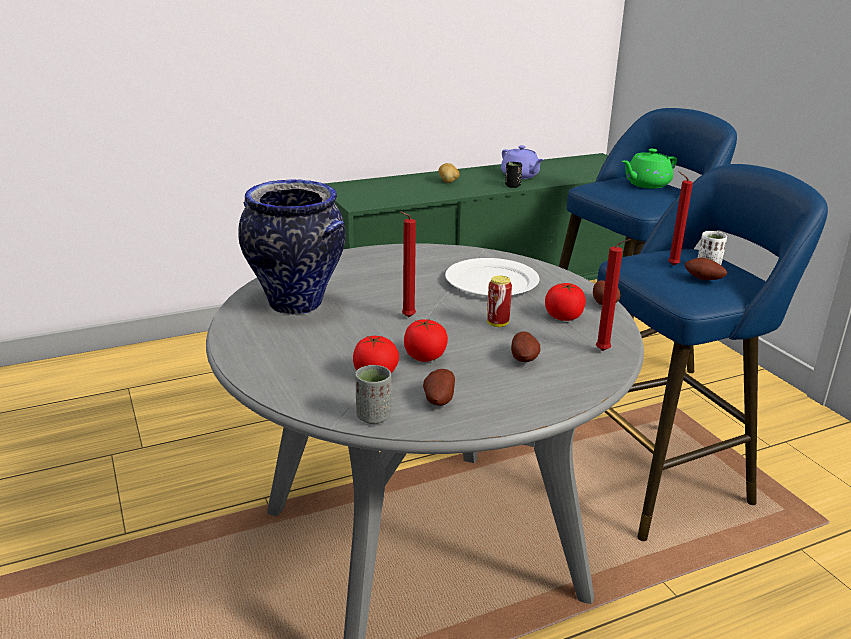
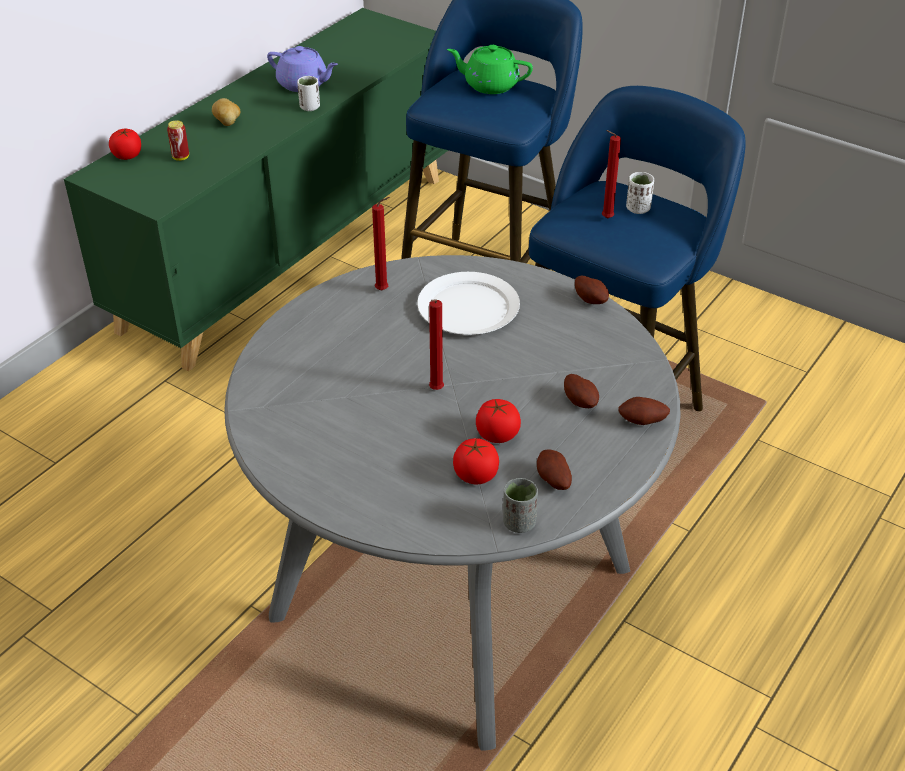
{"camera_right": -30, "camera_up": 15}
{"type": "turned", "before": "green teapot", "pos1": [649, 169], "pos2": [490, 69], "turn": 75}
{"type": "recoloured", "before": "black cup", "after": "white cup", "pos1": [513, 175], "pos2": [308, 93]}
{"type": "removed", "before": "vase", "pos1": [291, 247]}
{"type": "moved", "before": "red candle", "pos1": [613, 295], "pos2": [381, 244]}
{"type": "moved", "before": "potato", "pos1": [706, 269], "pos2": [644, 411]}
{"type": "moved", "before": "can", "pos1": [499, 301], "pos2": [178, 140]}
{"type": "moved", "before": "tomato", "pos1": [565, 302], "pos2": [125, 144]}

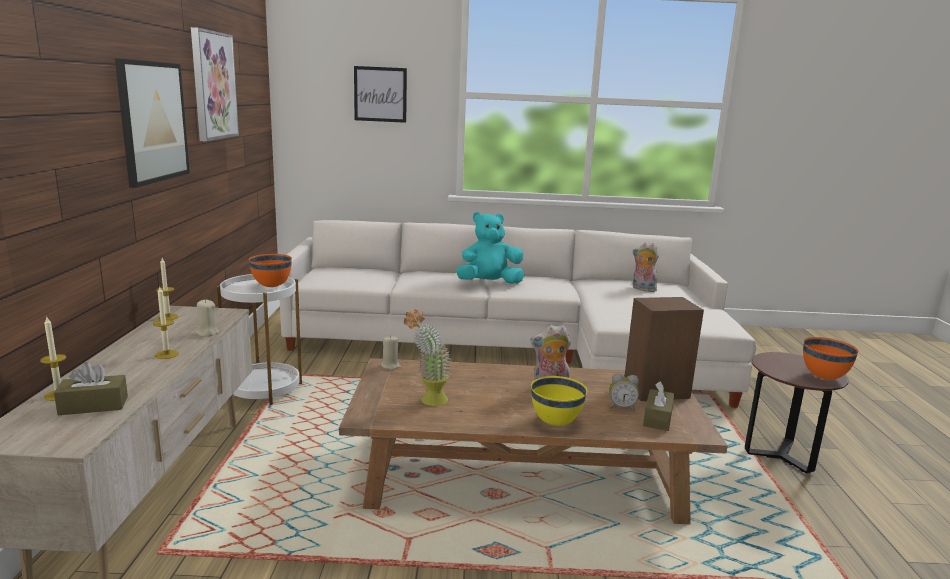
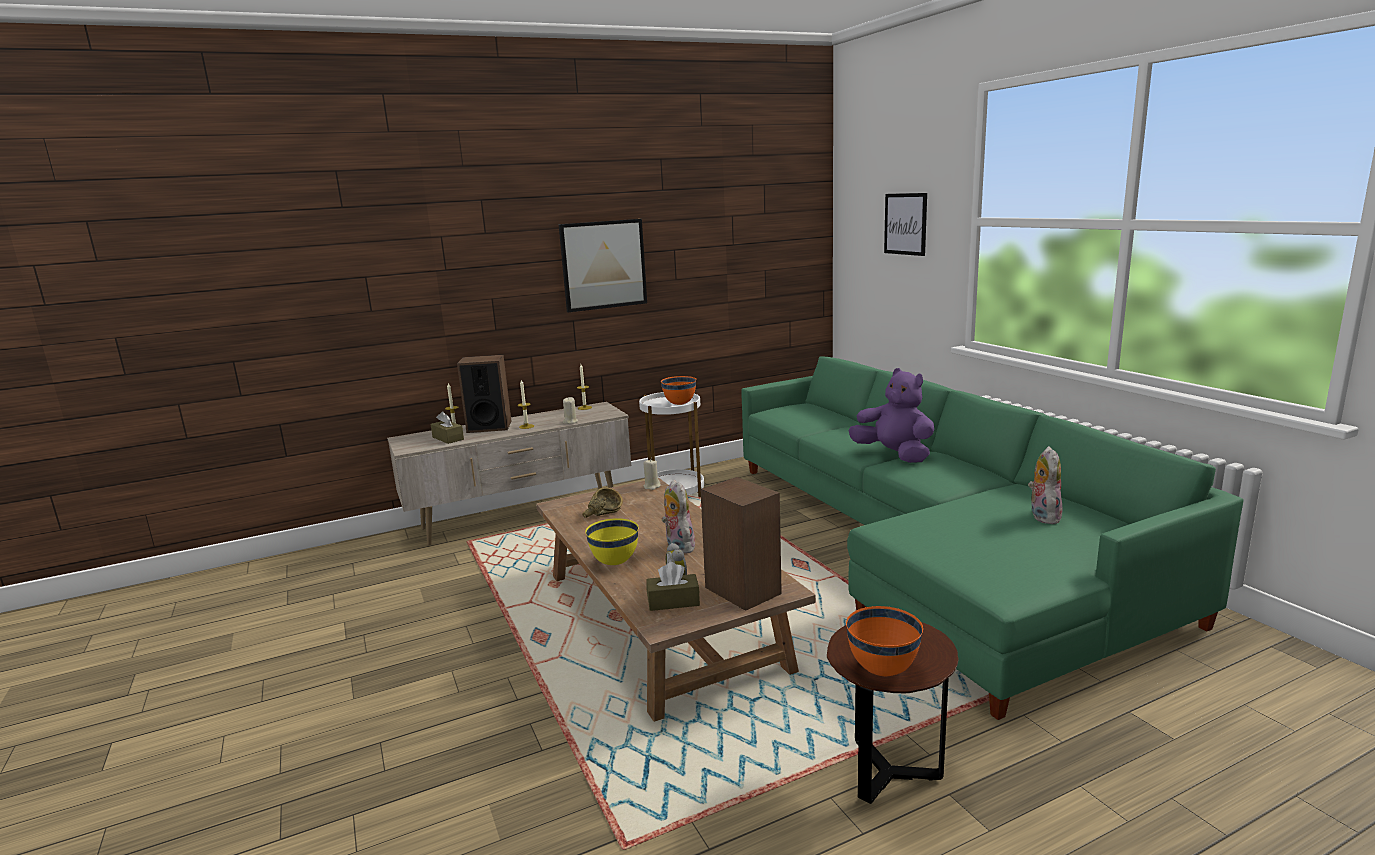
{"camera_right": 65, "camera_up": 0}
{"type": "removed", "before": "picture", "pos1": [215, 84]}
{"type": "recoloured", "before": "turquoise plush toy", "after": "purple plush toy", "pos1": [490, 248], "pos2": [891, 415]}
{"type": "recoloured", "before": "white sofa", "after": "green sofa", "pos1": [518, 314], "pos2": [992, 538]}
{"type": "replaced", "before": "potted plant", "after": "brown bowl", "pos1": [427, 357], "pos2": [602, 503]}
{"type": "added", "after": "speaker", "pos2": [484, 394]}

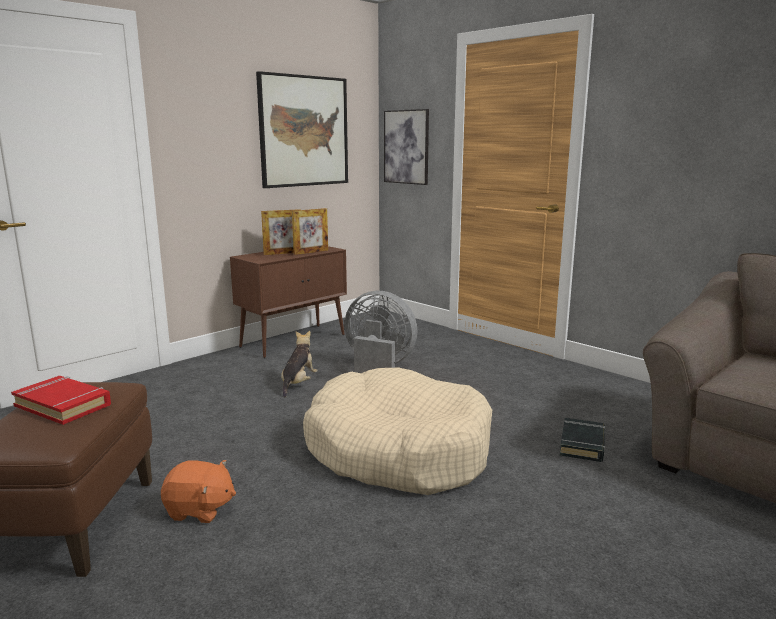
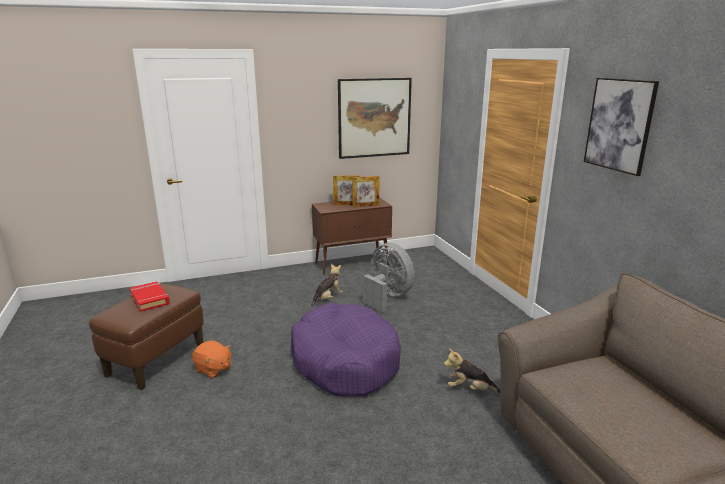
{"camera_right": 25, "camera_up": 5}
{"type": "moved", "before": "picture", "pos1": [406, 147], "pos2": [621, 127]}
{"type": "recoloured", "before": "beige dog bed", "after": "purple dog bed", "pos1": [397, 431], "pos2": [346, 349]}
{"type": "replaced", "before": "black book", "after": "plush toy", "pos1": [582, 440], "pos2": [472, 370]}

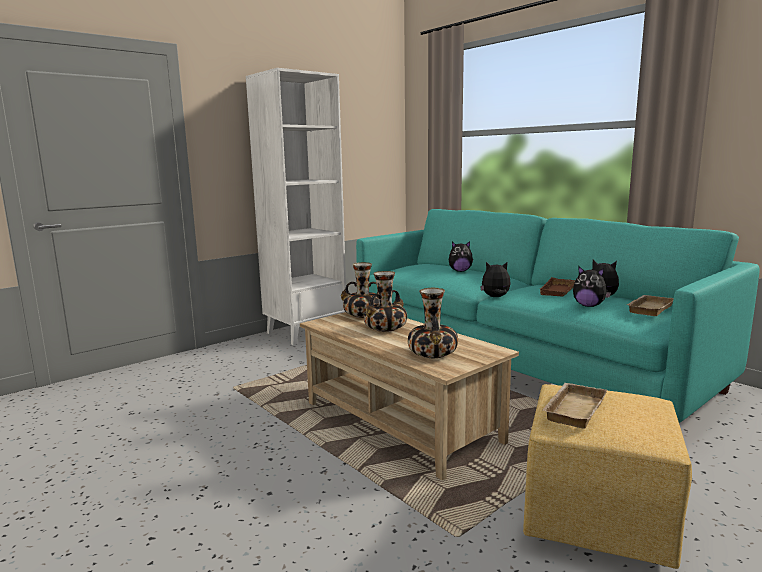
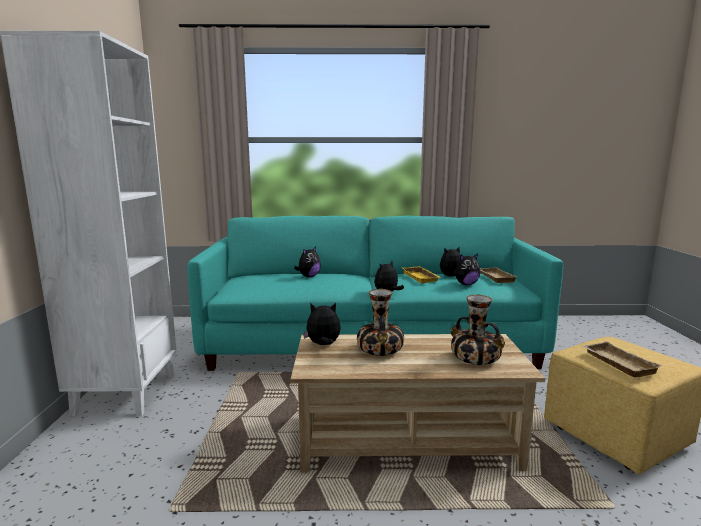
{"camera_right": -50, "camera_up": 0}
{"type": "replaced", "before": "vase", "after": "plush toy", "pos1": [360, 290], "pos2": [322, 324]}
{"type": "recoloured", "before": "brown tray", "after": "yellow tray", "pos1": [558, 287], "pos2": [421, 274]}

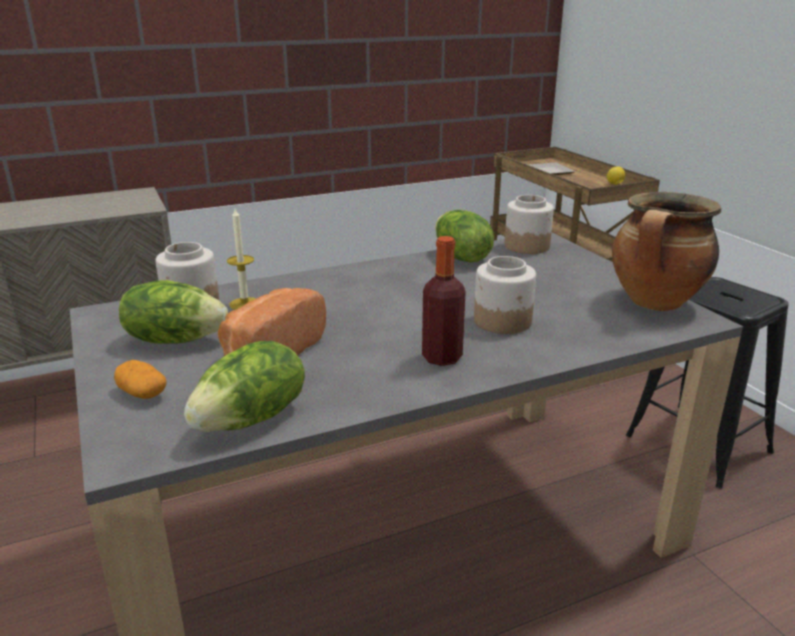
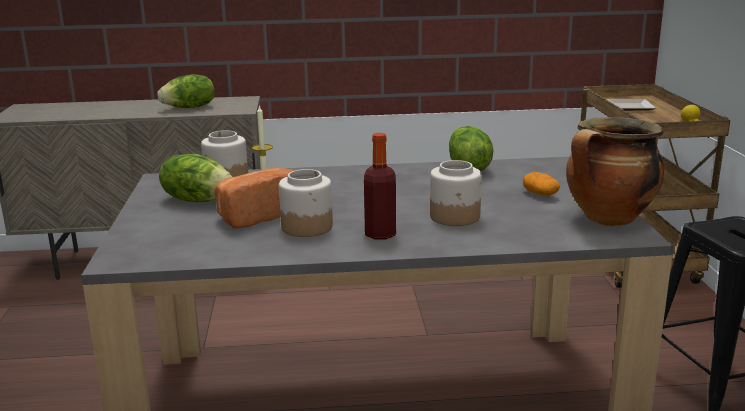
{"camera_right": 20, "camera_up": -5}
{"type": "moved", "before": "jar", "pos1": [529, 224], "pos2": [306, 203]}
{"type": "moved", "before": "lettuce", "pos1": [244, 386], "pos2": [186, 91]}
{"type": "moved", "before": "potato", "pos1": [140, 379], "pos2": [541, 184]}

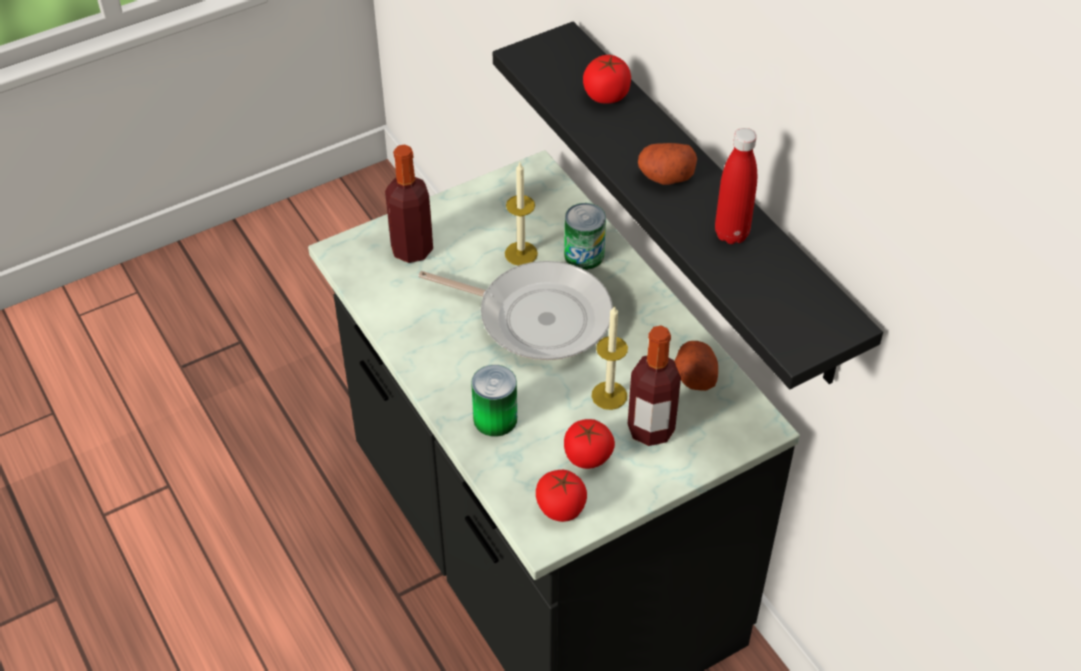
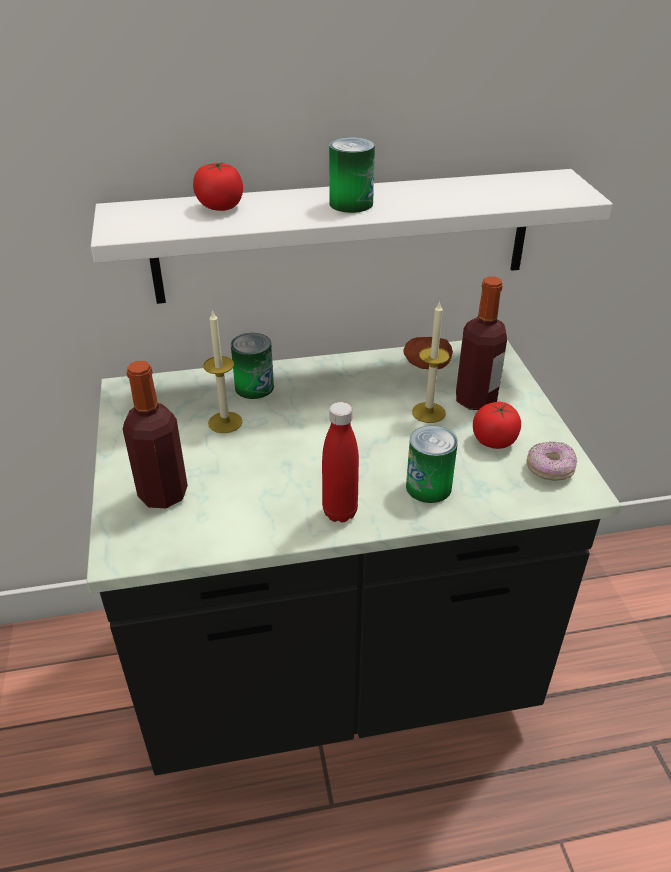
{"camera_right": -70, "camera_up": -10}
{"type": "recoloured", "before": "black shelf", "after": "white shelf", "pos1": [688, 205], "pos2": [352, 236]}
{"type": "moved", "before": "red bottle", "pos1": [736, 186], "pos2": [340, 462]}
{"type": "replaced", "before": "potato", "after": "can", "pos1": [667, 164], "pos2": [352, 175]}
{"type": "removed", "before": "frying pan", "pos1": [515, 310]}
{"type": "replaced", "before": "tomato", "after": "donut", "pos1": [561, 496], "pos2": [551, 461]}

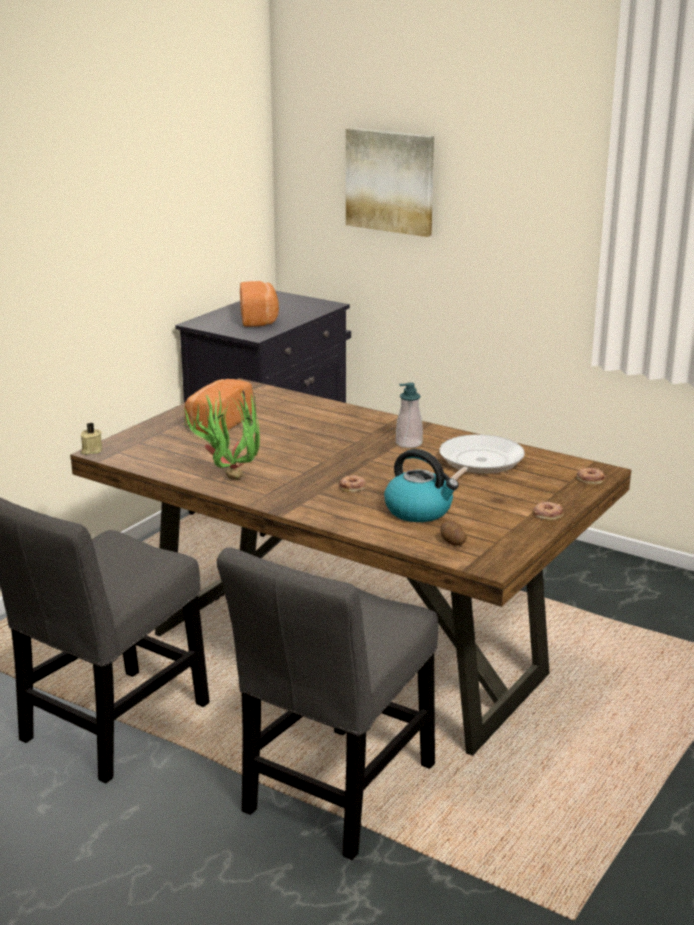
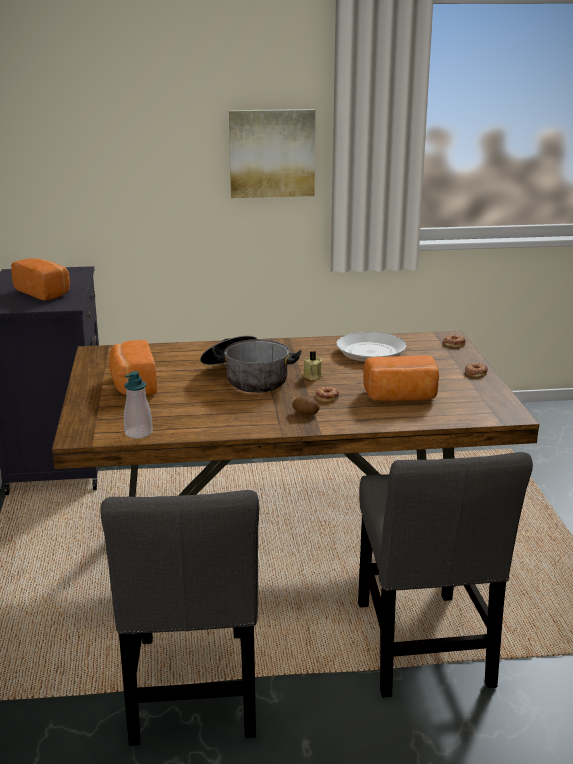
{"camera_right": -40, "camera_up": 0}
{"type": "moved", "before": "picture", "pos1": [390, 182], "pos2": [272, 153]}
{"type": "moved", "before": "soap dispenser", "pos1": [409, 415], "pos2": [138, 405]}
{"type": "removed", "before": "potted plant", "pos1": [221, 435]}
{"type": "moved", "before": "beige candle", "pos1": [91, 439], "pos2": [313, 365]}
{"type": "replaced", "before": "kettle", "after": "bread", "pos1": [421, 485], "pos2": [401, 378]}
{"type": "moved", "before": "potato", "pos1": [453, 533], "pos2": [306, 406]}
{"type": "added", "after": "cooking pot", "pos2": [251, 364]}

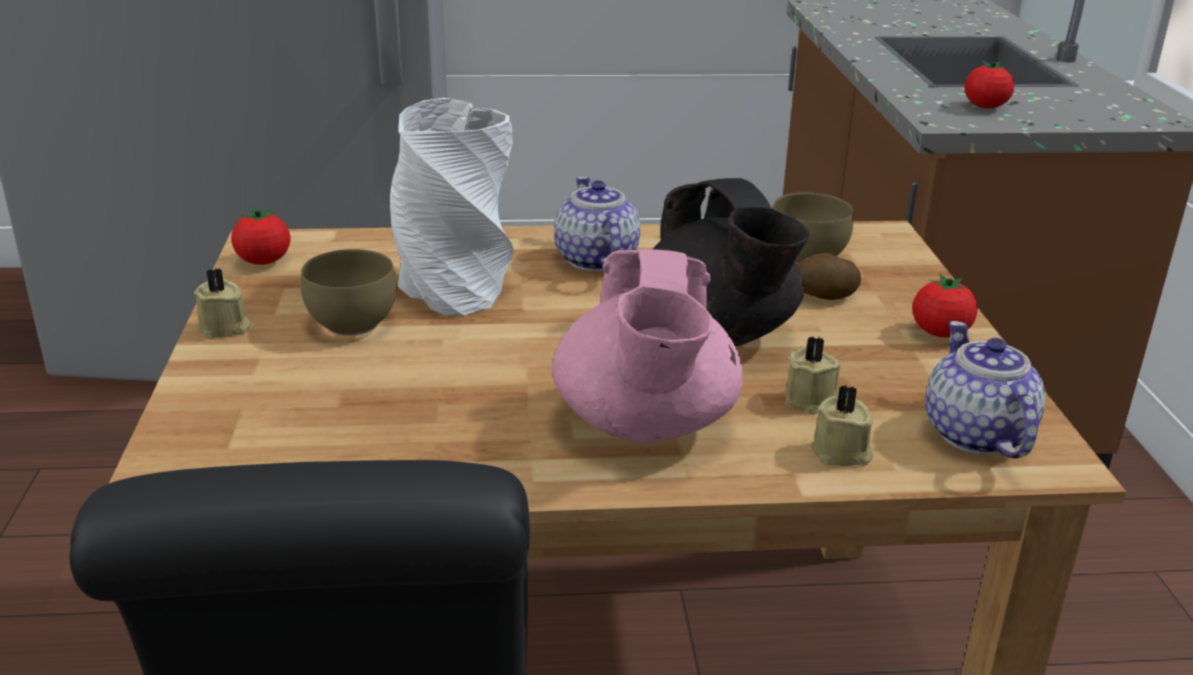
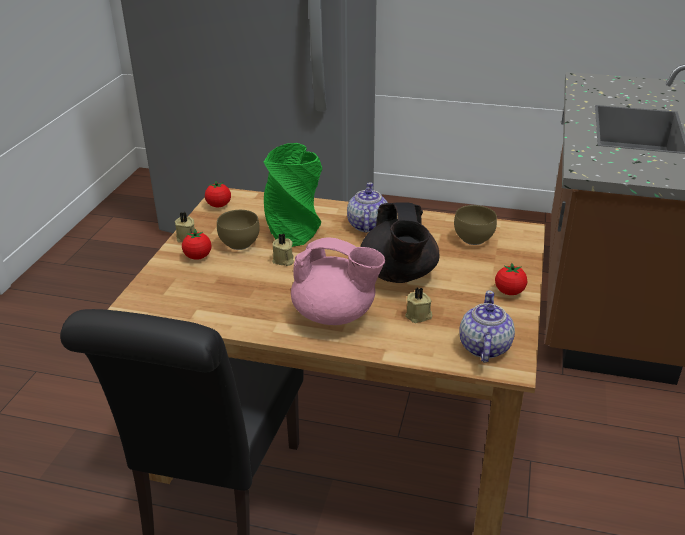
{"camera_right": 20, "camera_up": 5}
{"type": "moved", "before": "tomato", "pos1": [989, 84], "pos2": [197, 244]}
{"type": "recoloured", "before": "white vase", "after": "green vase", "pos1": [451, 207], "pos2": [293, 195]}
{"type": "turned", "before": "pink teapot", "pos1": [647, 346], "pos2": [338, 281], "turn": -90}
{"type": "removed", "before": "potato", "pos1": [829, 276]}
{"type": "moved", "before": "beige candle", "pos1": [842, 425], "pos2": [283, 249]}

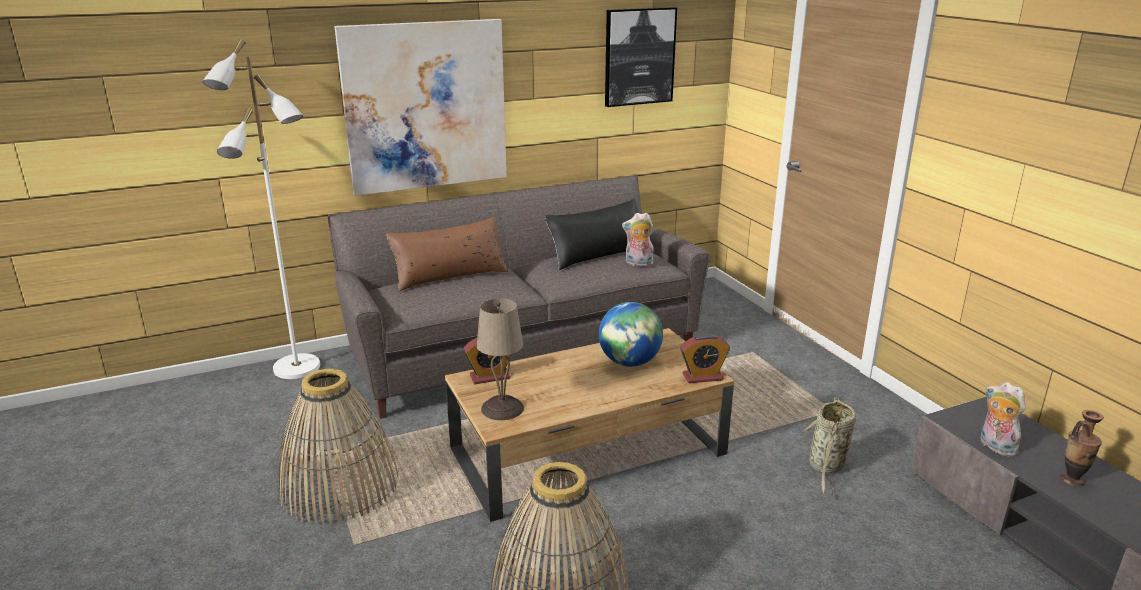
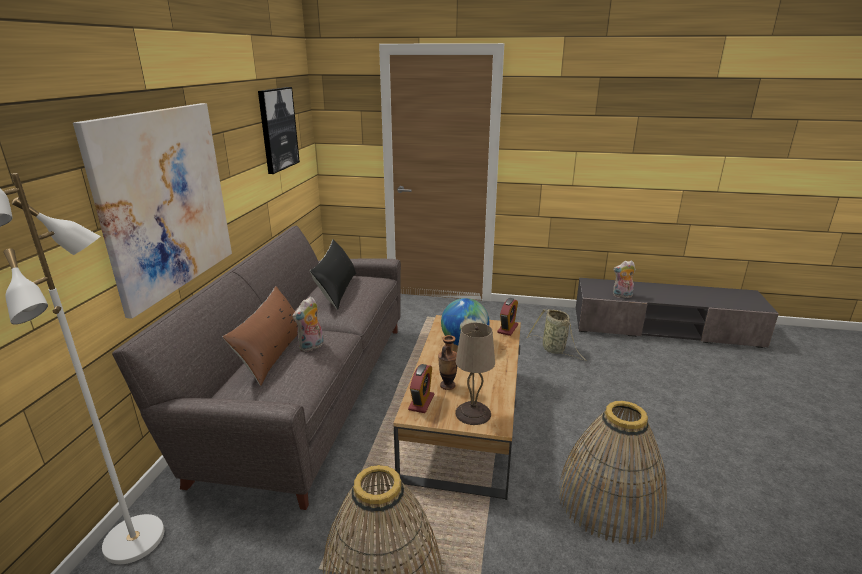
{"camera_right": -55, "camera_up": 0}
{"type": "moved", "before": "plush toy", "pos1": [638, 239], "pos2": [308, 324]}
{"type": "moved", "before": "vase", "pos1": [1082, 448], "pos2": [447, 362]}

